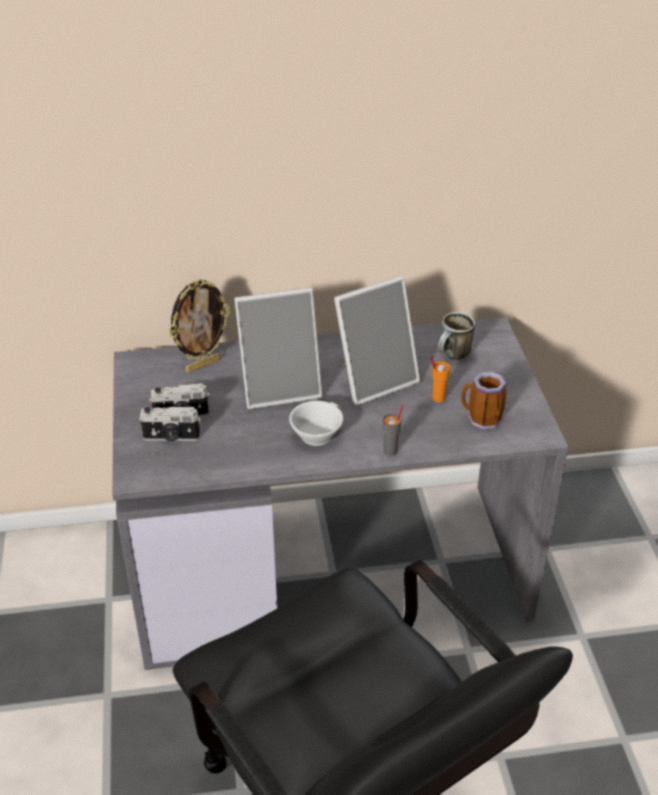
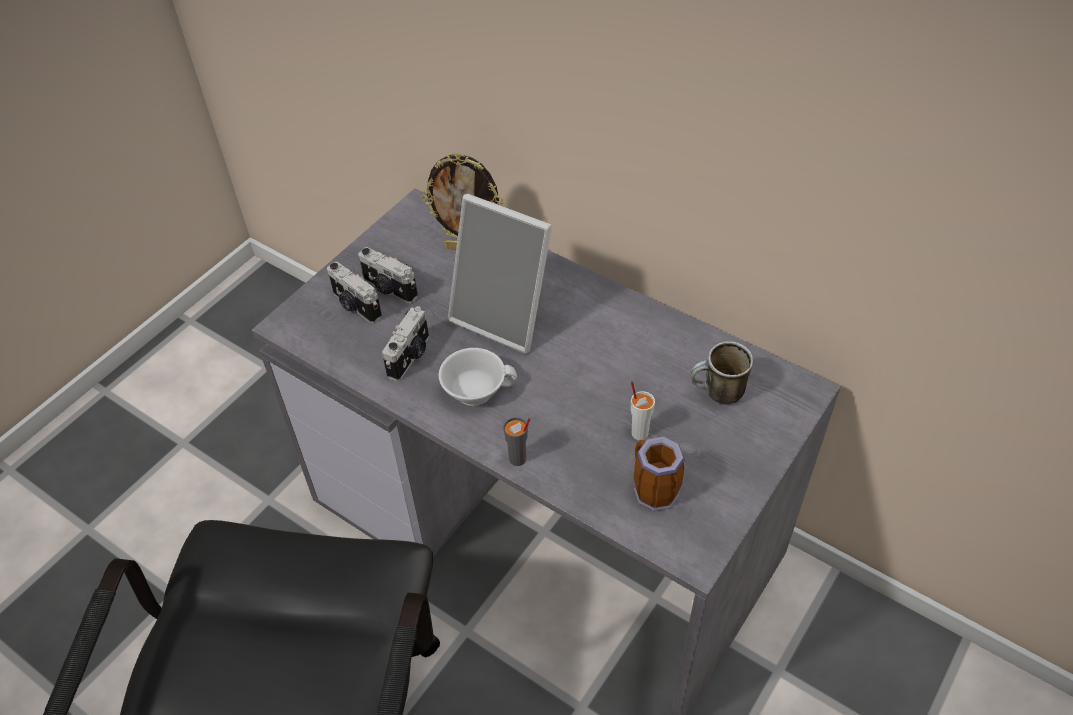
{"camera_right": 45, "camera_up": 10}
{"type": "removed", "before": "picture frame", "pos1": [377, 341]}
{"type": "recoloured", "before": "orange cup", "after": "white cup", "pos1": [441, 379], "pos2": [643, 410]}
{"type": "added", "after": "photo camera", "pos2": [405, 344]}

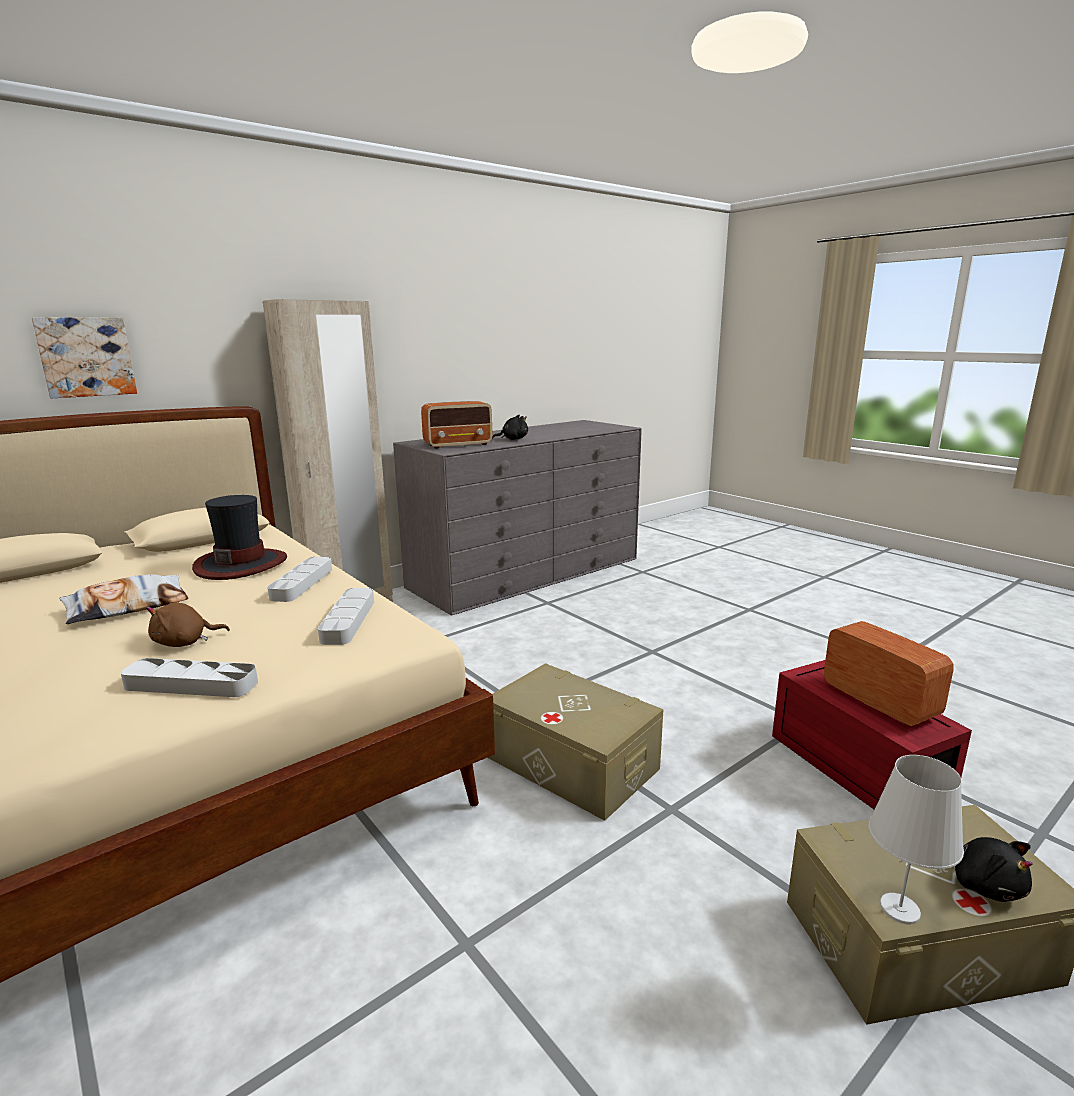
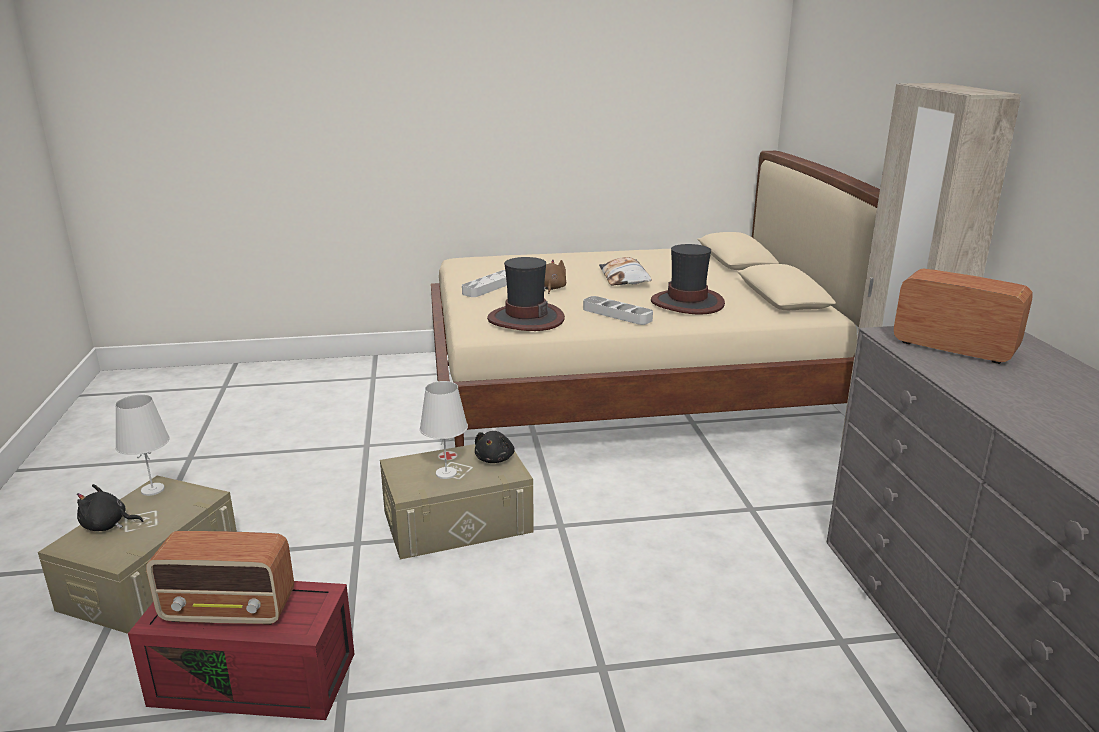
{"camera_right": 120, "camera_up": 5}
{"type": "removed", "before": "picture", "pos1": [84, 357]}
{"type": "turned", "before": "radio", "pos1": [456, 425], "pos2": [963, 316], "turn": 120}
{"type": "moved", "before": "black plush toy", "pos1": [510, 427], "pos2": [495, 447]}
{"type": "replaced", "before": "grey tray", "after": "hat", "pos1": [346, 616], "pos2": [526, 294]}
{"type": "added", "after": "white table lamp", "pos2": [443, 430]}

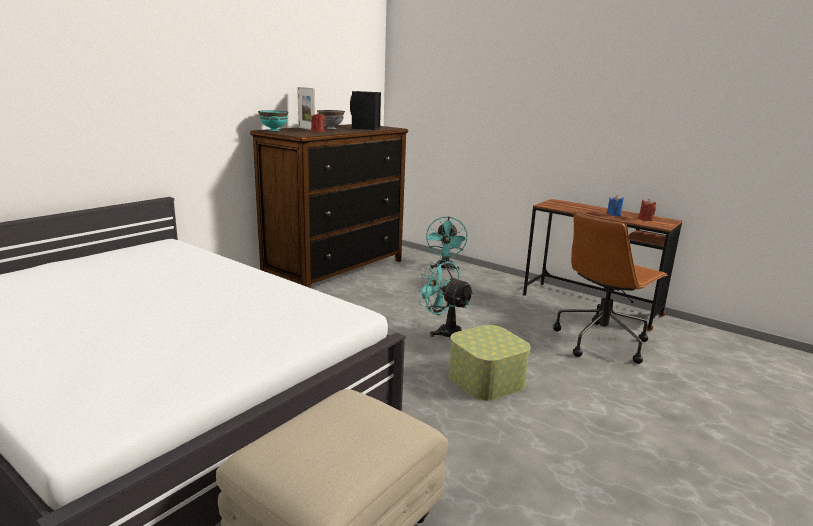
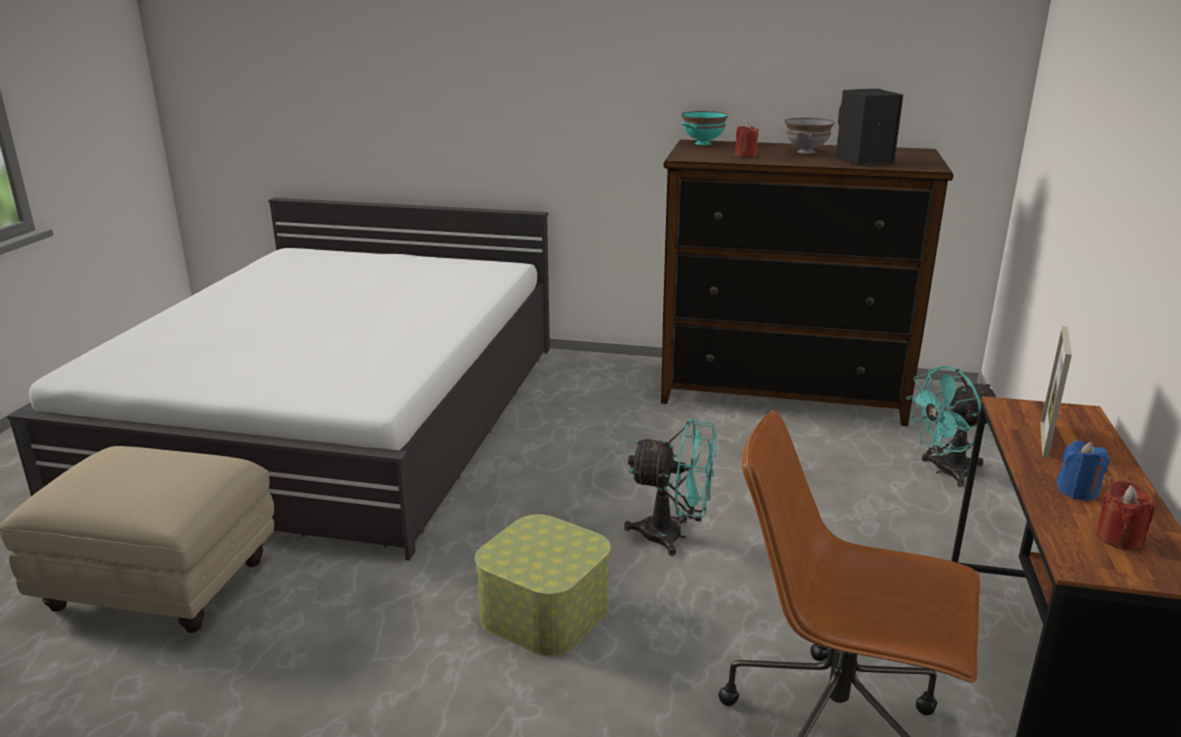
{"camera_right": 65, "camera_up": 5}
{"type": "moved", "before": "picture frame", "pos1": [306, 108], "pos2": [1056, 392]}
{"type": "turned", "before": "turquoise fan", "pos1": [445, 298], "pos2": [670, 487], "turn": 90}

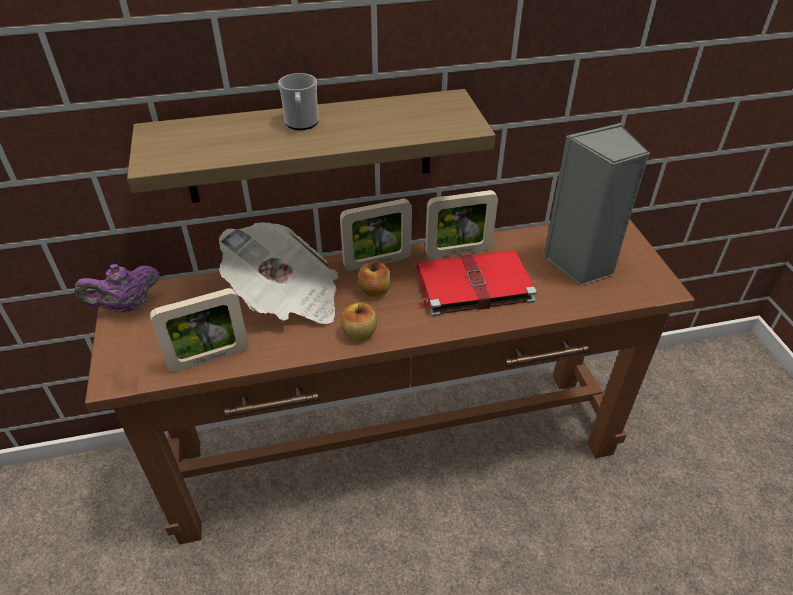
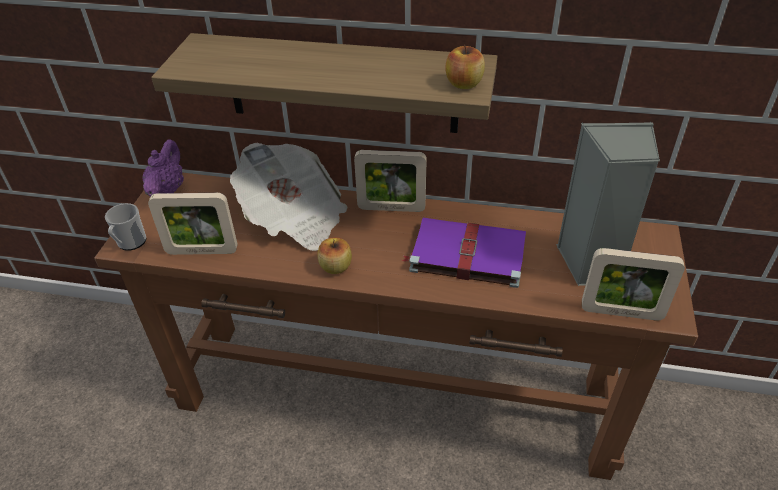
{"camera_right": 25, "camera_up": 0}
{"type": "moved", "before": "mug", "pos1": [298, 101], "pos2": [125, 227]}
{"type": "moved", "before": "picture frame", "pos1": [461, 224], "pos2": [633, 284]}
{"type": "recoloured", "before": "red book", "after": "purple book", "pos1": [477, 283], "pos2": [464, 253]}
{"type": "moved", "before": "apple", "pos1": [374, 280], "pos2": [465, 67]}
{"type": "turned", "before": "purple teapot", "pos1": [117, 288], "pos2": [163, 168], "turn": 105}

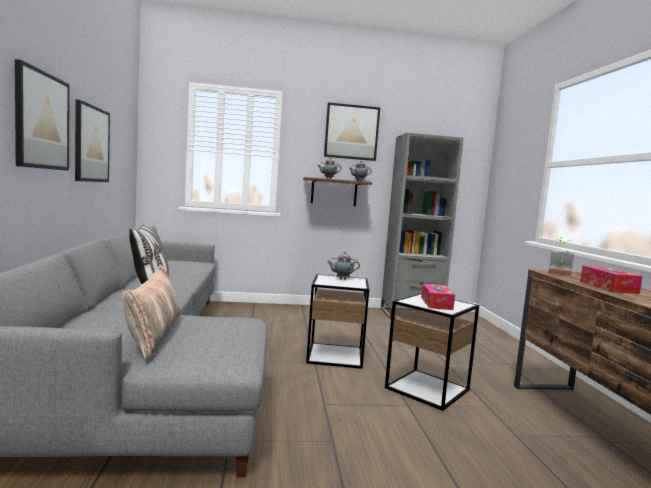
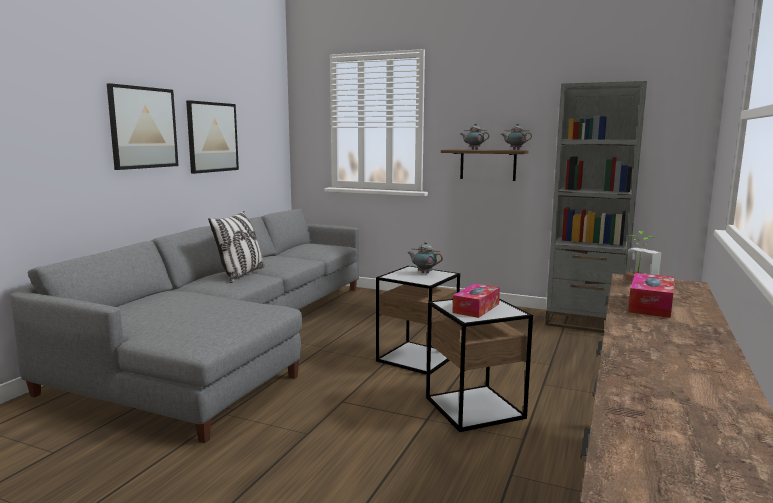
{"camera_right": 30, "camera_up": 5}
{"type": "removed", "before": "picture", "pos1": [352, 131]}
{"type": "removed", "before": "pillow", "pos1": [151, 312]}

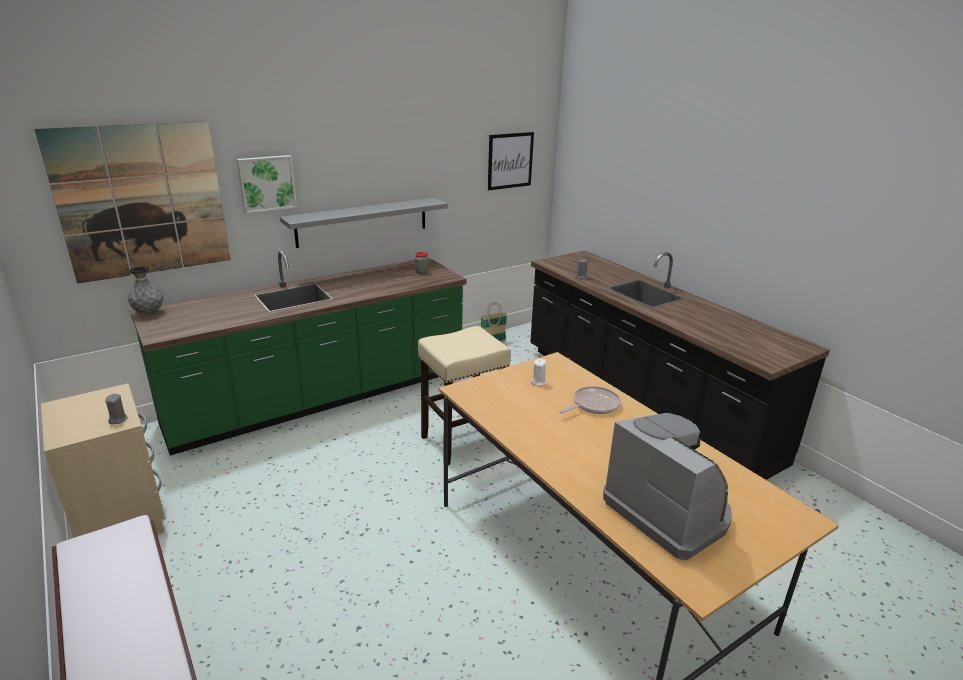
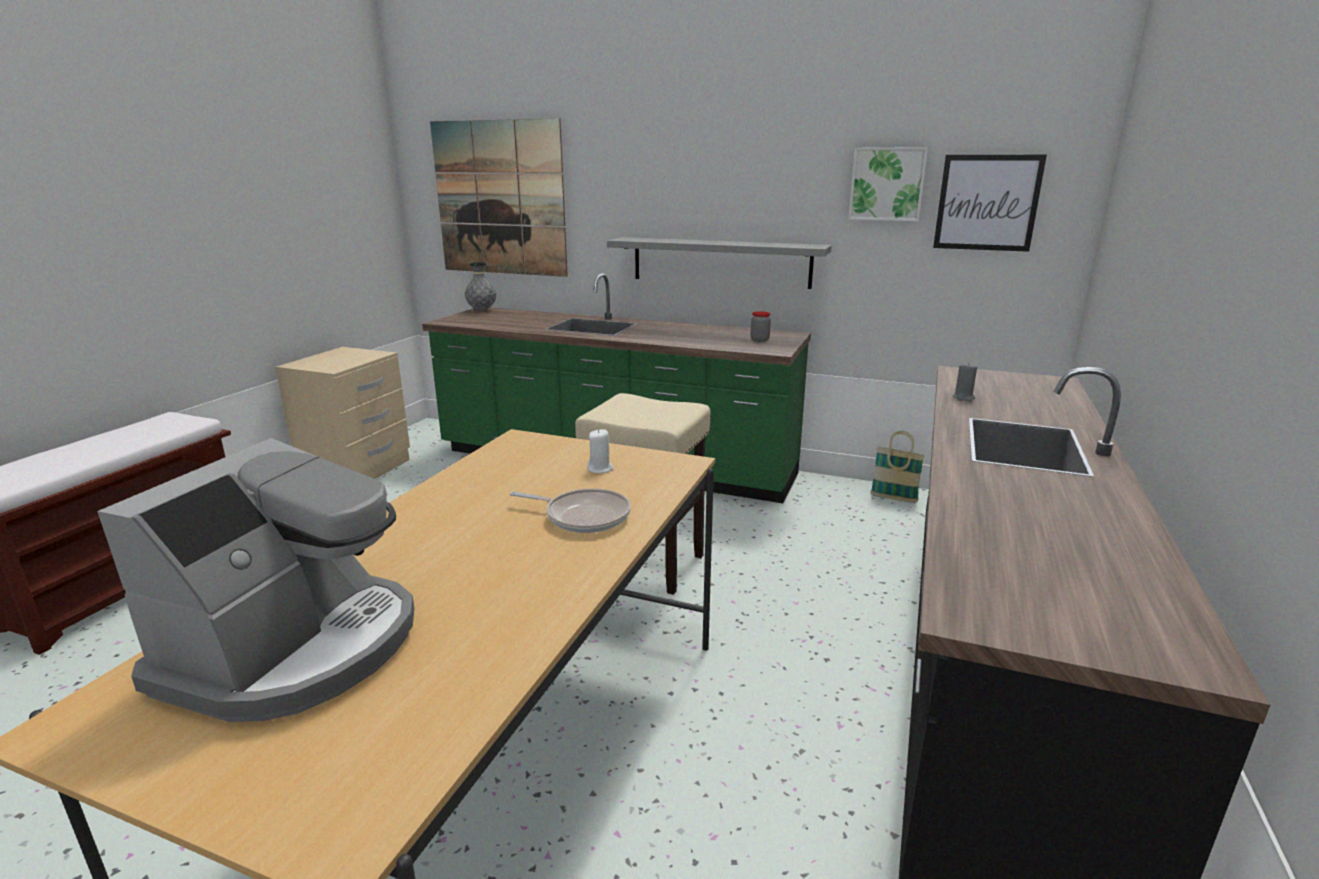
{"camera_right": 55, "camera_up": -5}
{"type": "moved", "before": "picture", "pos1": [267, 184], "pos2": [888, 184]}
{"type": "removed", "before": "grey candle", "pos1": [116, 409]}

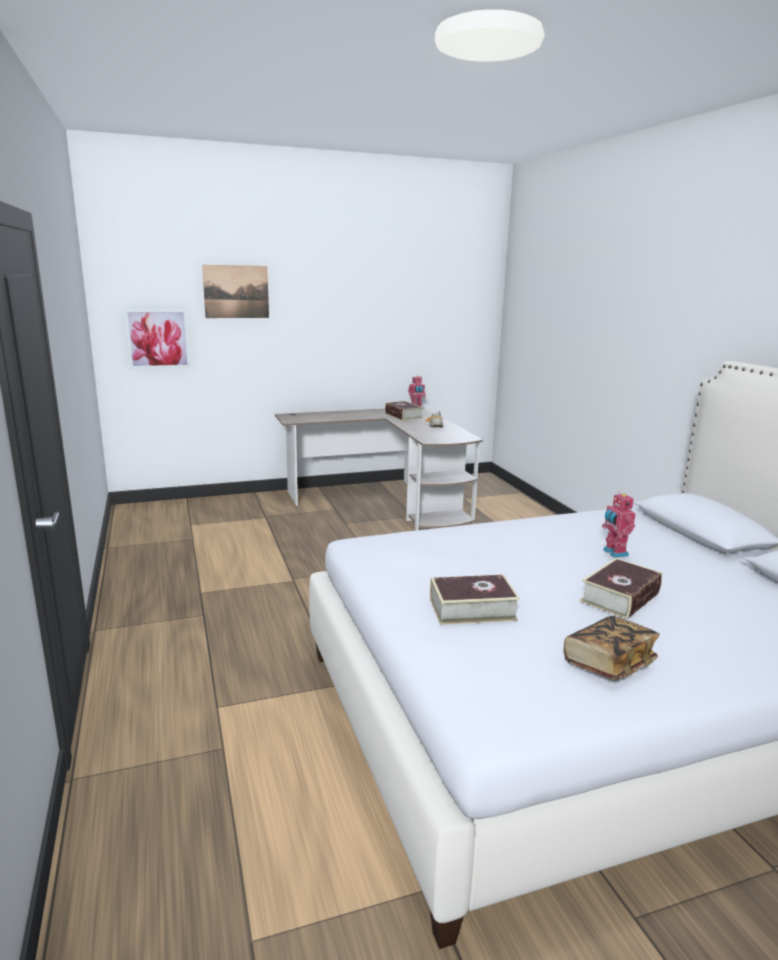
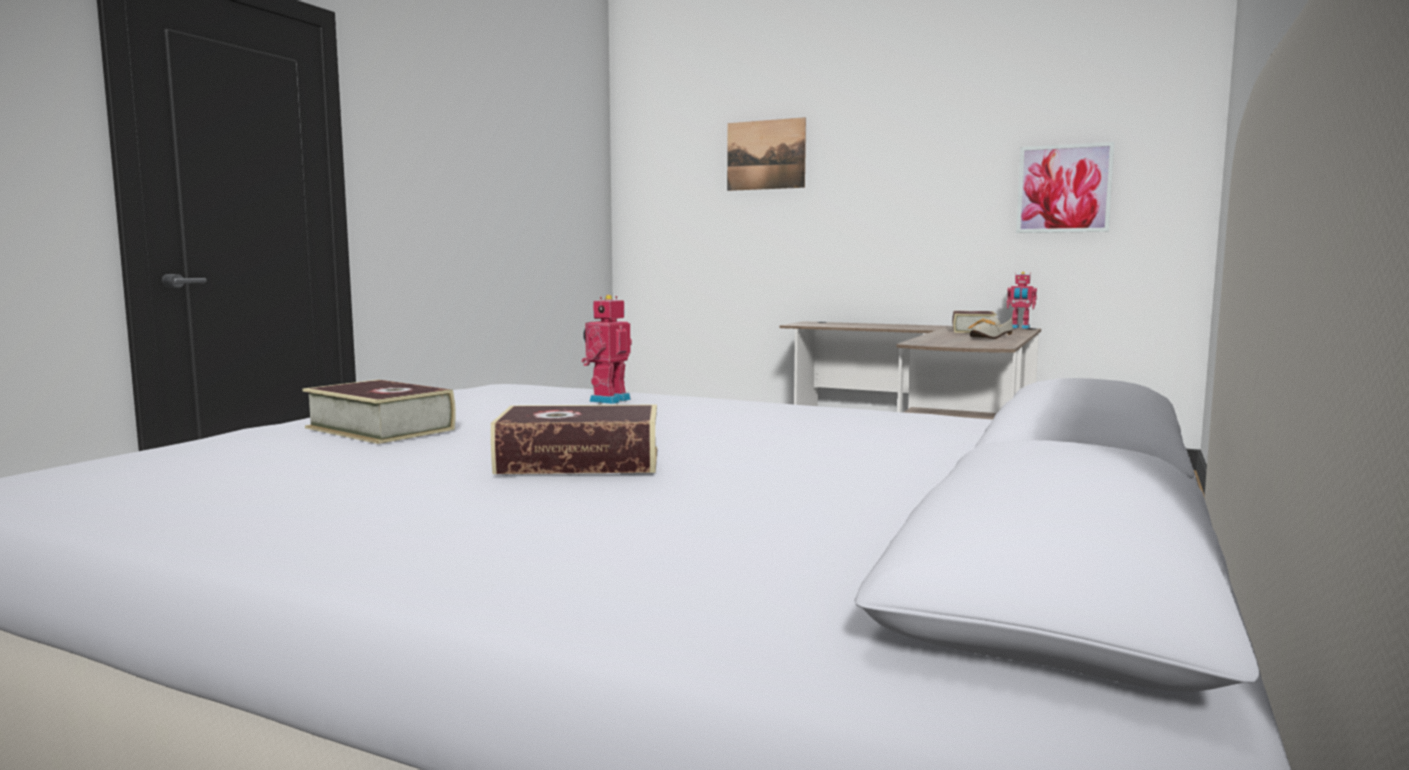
{"camera_right": 45, "camera_up": -10}
{"type": "moved", "before": "picture", "pos1": [157, 339], "pos2": [1065, 187]}
{"type": "moved", "before": "toy robot", "pos1": [619, 525], "pos2": [607, 349]}
{"type": "removed", "before": "book", "pos1": [612, 648]}

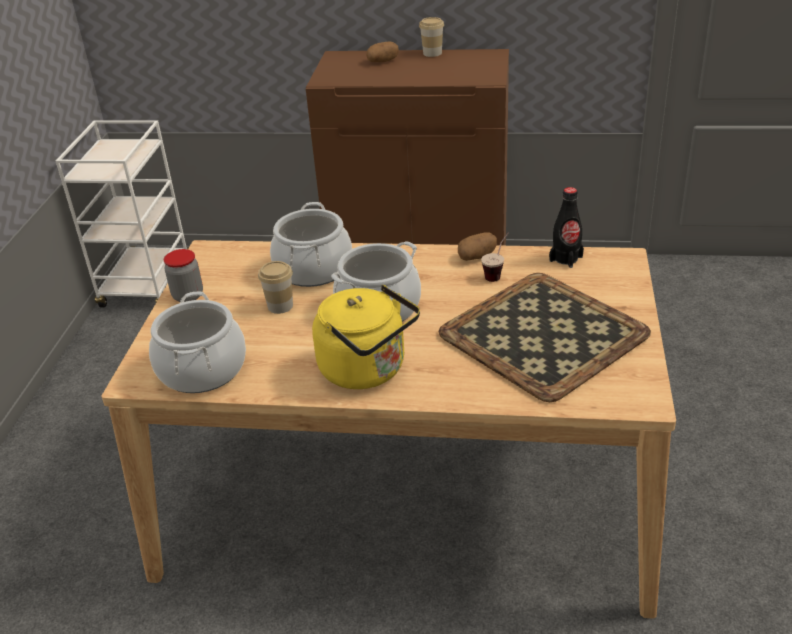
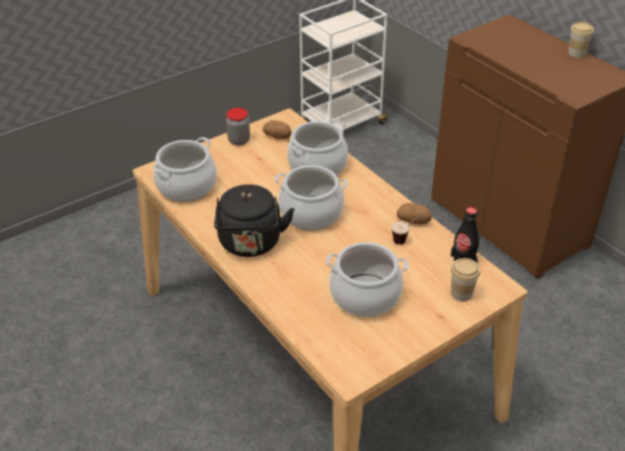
{"camera_right": 45, "camera_up": 5}
{"type": "moved", "before": "potato", "pos1": [382, 51], "pos2": [277, 129]}
{"type": "moved", "before": "cup", "pos1": [275, 287], "pos2": [466, 280]}
{"type": "replaced", "before": "tray", "after": "cooking pot", "pos1": [545, 337], "pos2": [367, 279]}
{"type": "recoloured", "before": "yellow kettle", "after": "black kettle", "pos1": [366, 337], "pos2": [254, 220]}

